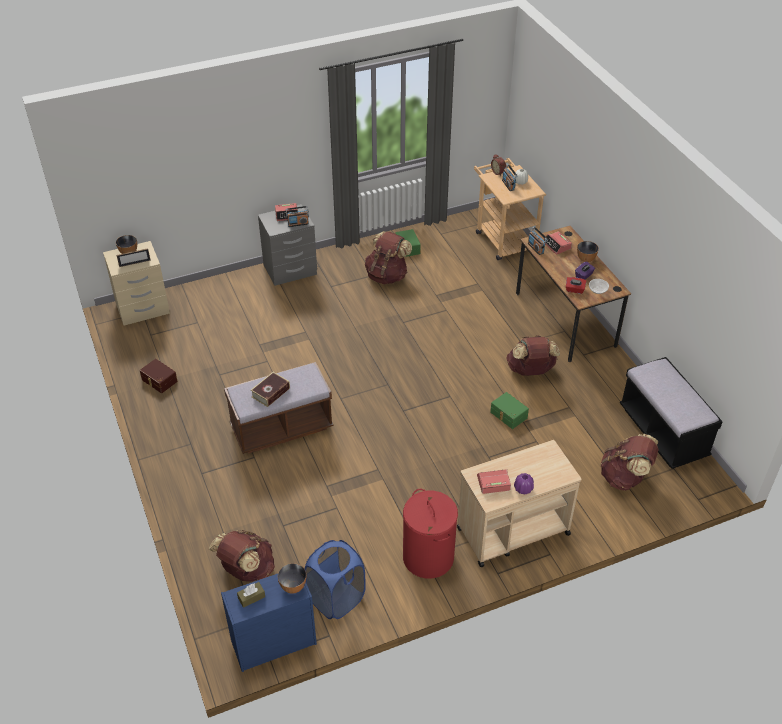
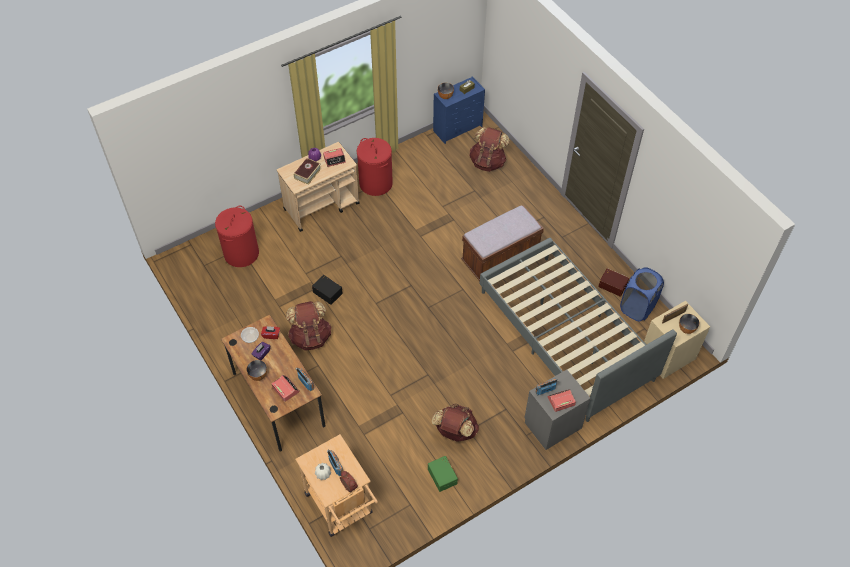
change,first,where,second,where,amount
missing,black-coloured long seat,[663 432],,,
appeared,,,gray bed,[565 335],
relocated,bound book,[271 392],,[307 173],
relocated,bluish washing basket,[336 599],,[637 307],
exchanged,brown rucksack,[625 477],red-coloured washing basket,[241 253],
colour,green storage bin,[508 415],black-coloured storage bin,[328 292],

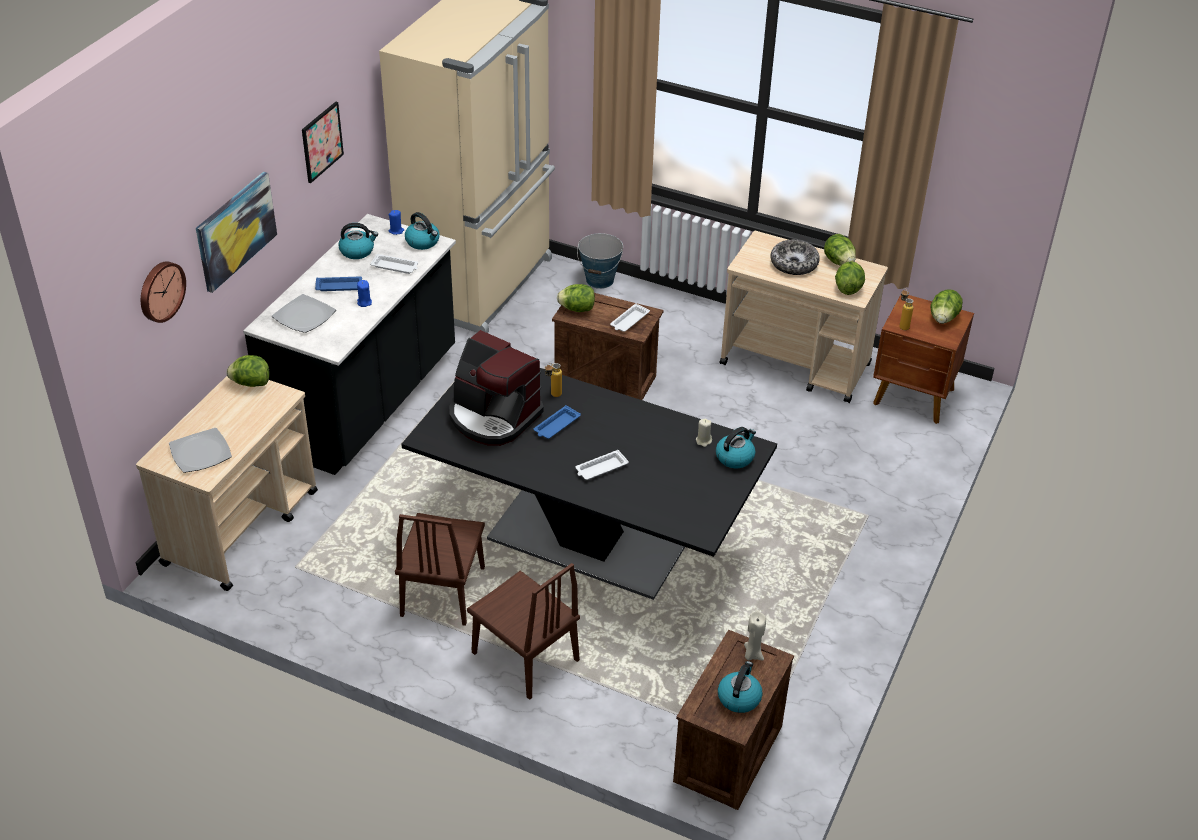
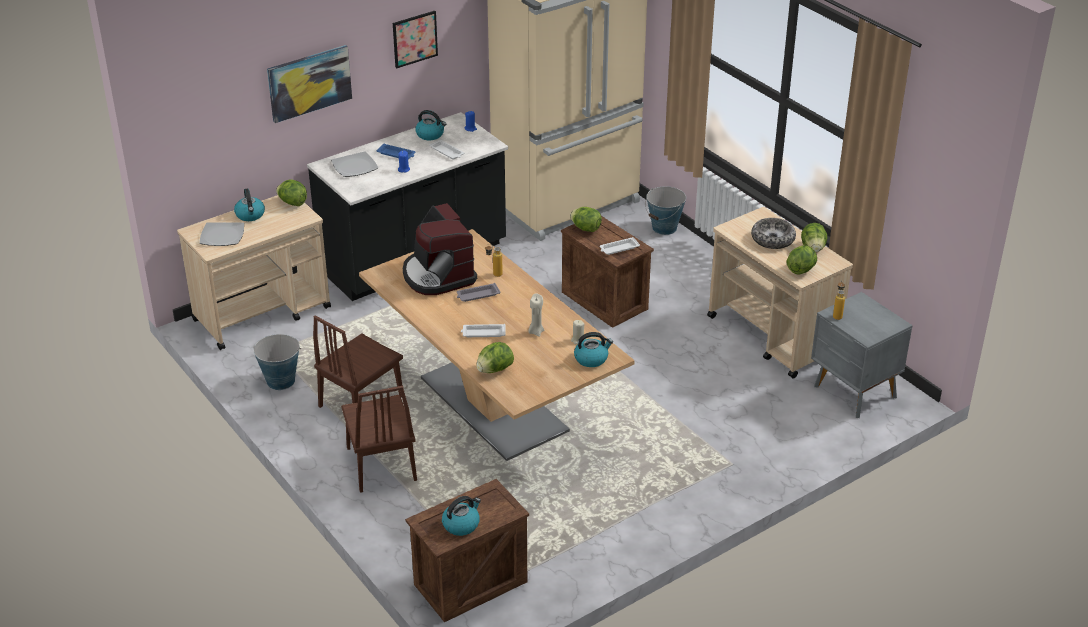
change,first,where,second,where,amount
missing,hanging clock,[160 291],,,
appeared,,,bucket,[280 381],
relocated,water kettle,[423 242],,[250 215],
relocated,sand-coloured wax candle,[752 654],,[536 332],
relocated,lettuce,[943 318],,[494 370],
colour,black-coloured kitchen table,[588 541],sand-coloured kitchen table,[493 405],
colour,bluish carrying tray,[556 426],gray carrying tray,[477 295],
colour,brown nightstand,[914 398],gray nightstand,[854 392],

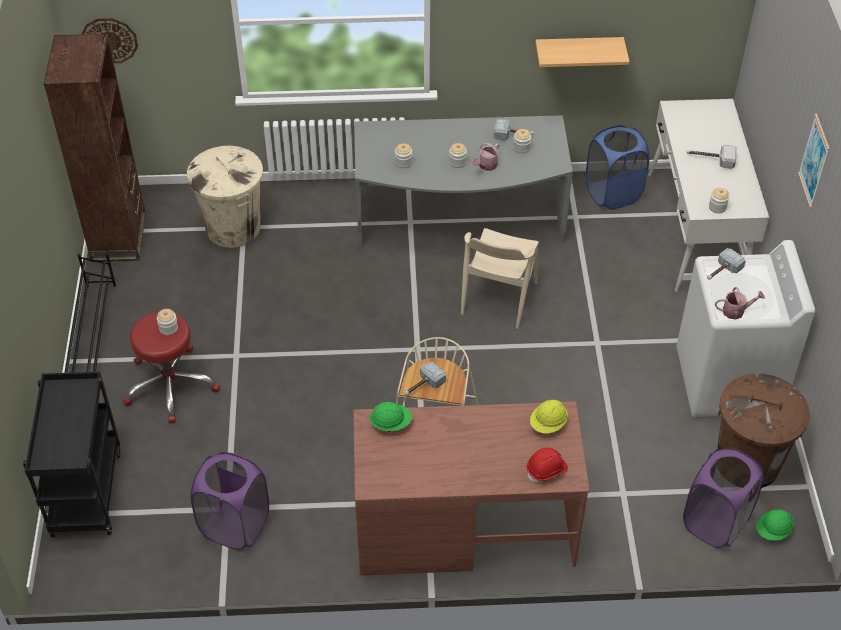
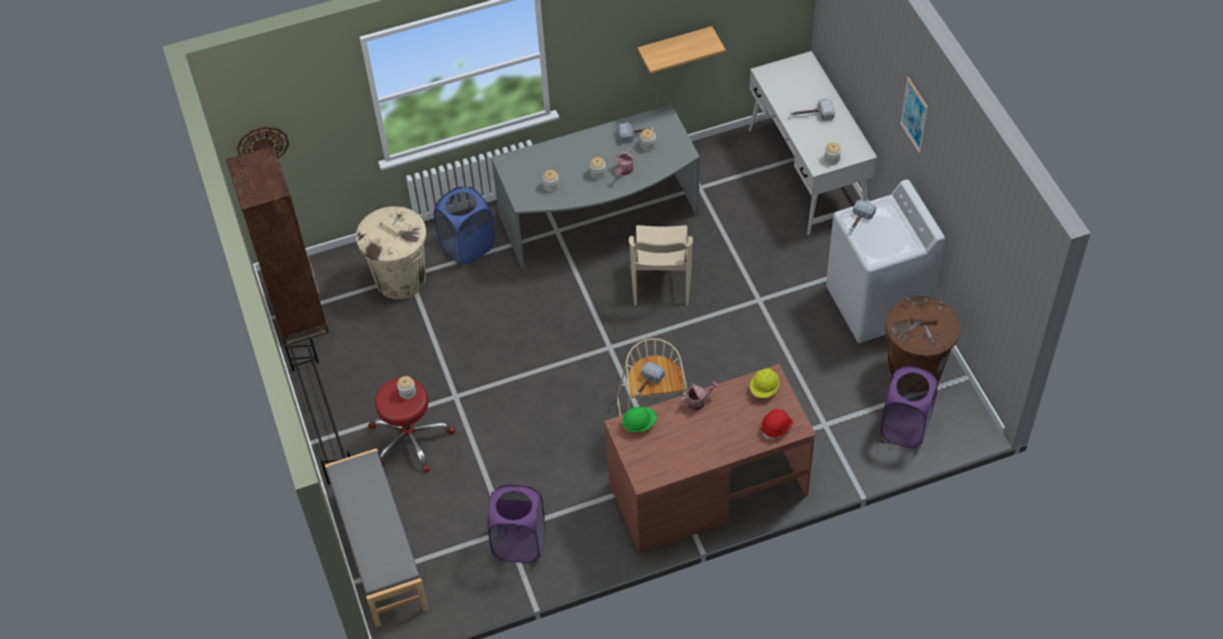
change,first,where,second,where,amount
missing,green work helmet,[773 531],,,
relocated,bluish washing basket,[613 194],,[467 246],
relocated,watering can,[736 311],,[698 401],
exchanged,black-coloured wheeled cart,[85 491],gray long seat,[379 551],

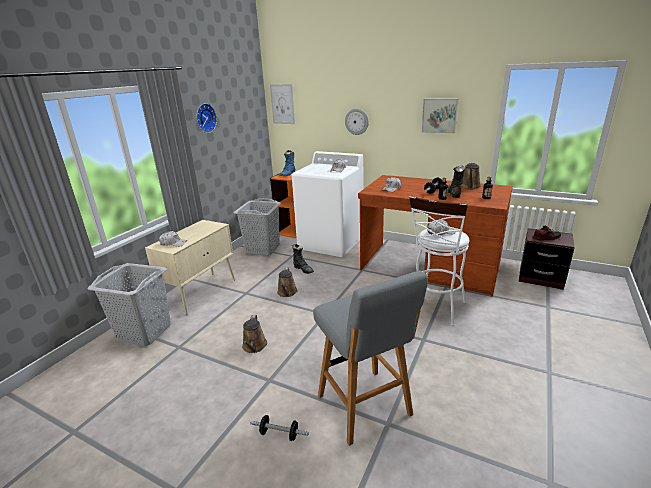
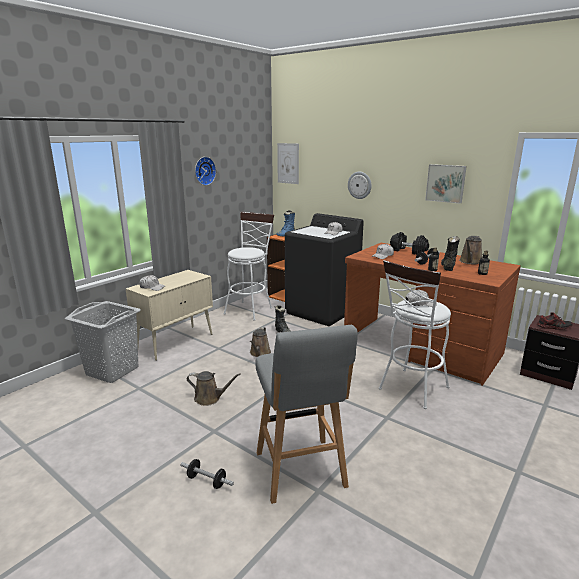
change,first,where,second,where,amount
appeared,,,black-coloured hand weight,[408 251],
exchanged,gray washing basket,[263 249],whitish stool,[250 309],
colour,whitish washing machine,[331 243],black-coloured washing machine,[322 311],
spun,brown watering can,[254 346],,[210 398],90 degrees counterclockwise

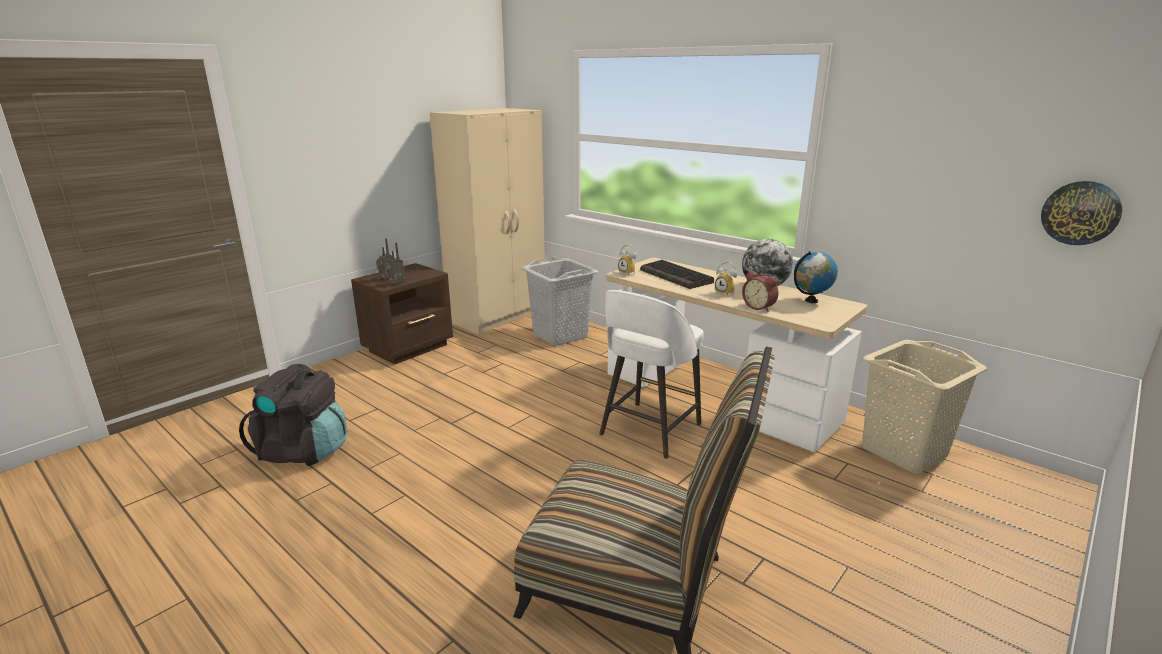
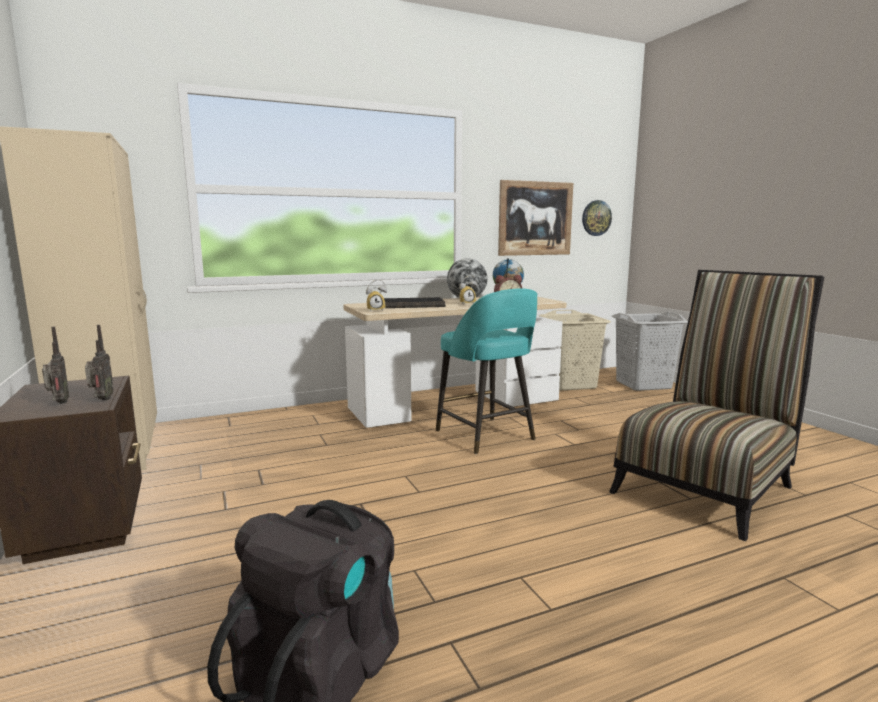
change,first,where,second,where,amount
appeared,,,wall picture,[535 218],
relocated,gray washing basket,[560 335],,[644 385],
colour,whitish stool,[648 431],blue-green stool,[486 436],

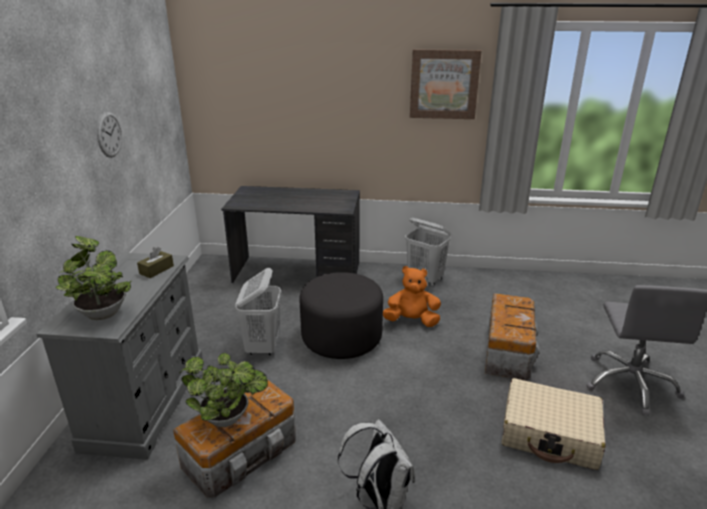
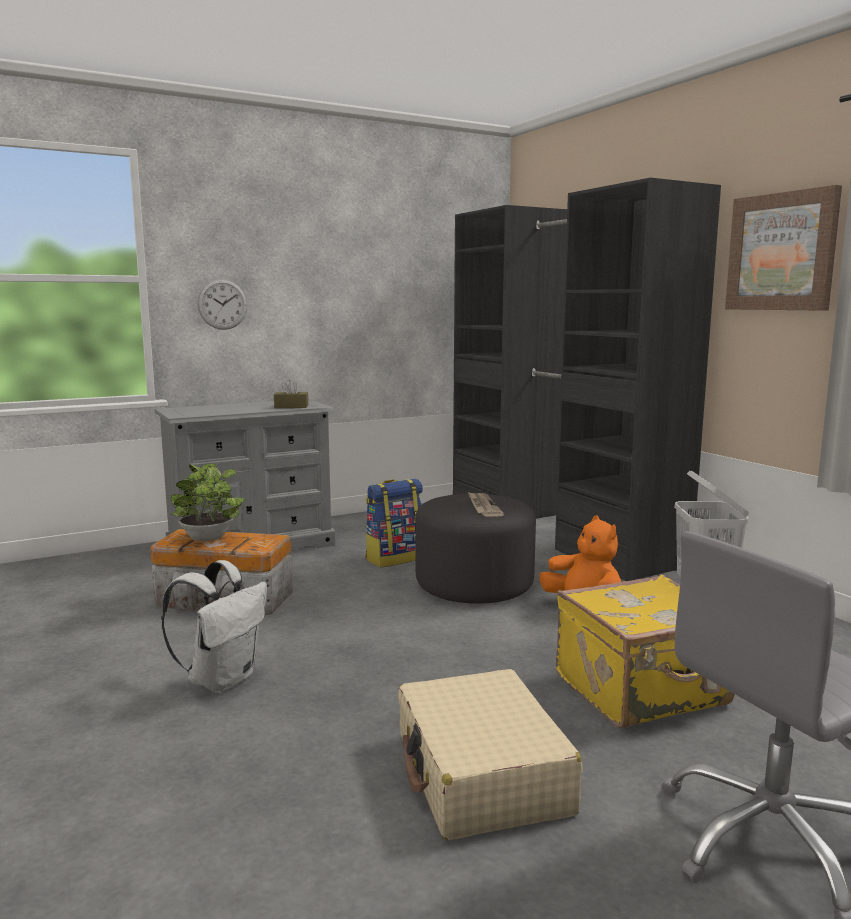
change,first,where,second,where,amount
missing,houseplant,[102 312],,,
appeared,,,printed paper,[483 506],
relocated,hanging clock,[109 134],,[222 304],
exchanged,gray desk unit,[297 273],black-coloured armoire,[557 531],
exchanged,whitish washing basket,[263 346],rucksack,[395 558],
exchanged,storage bin,[508 350],yellowish suitcase,[643 691],

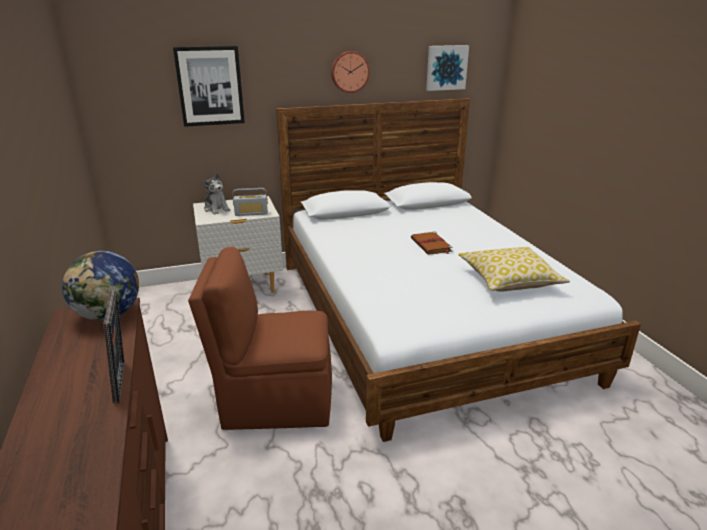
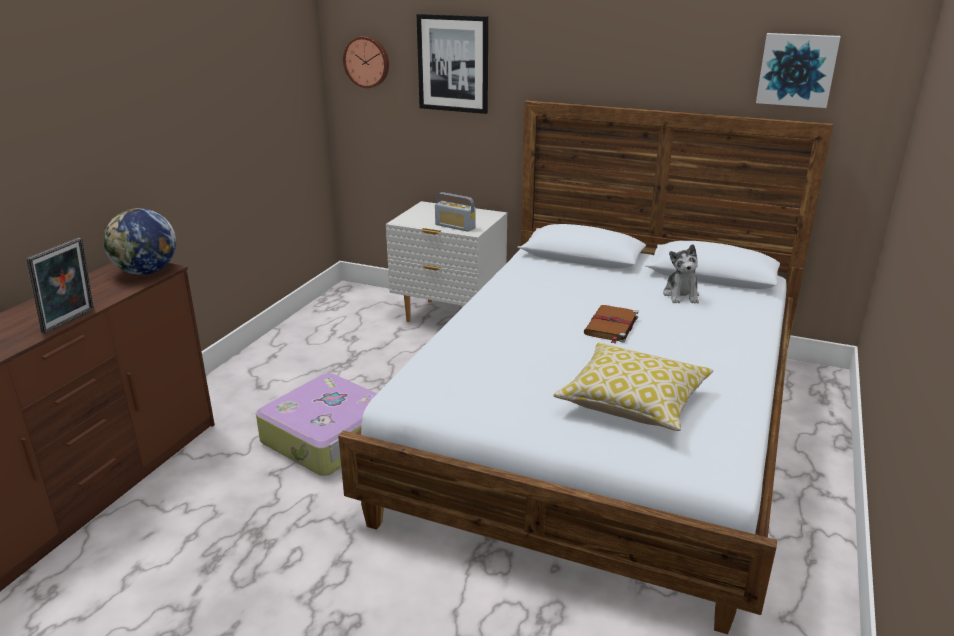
change,first,where,second,where,amount
relocated,plush toy,[216 209],,[681 295],
relocated,hanging clock,[349 71],,[367 62],
exchanged,brown chair,[274 401],suitcase,[330 437],

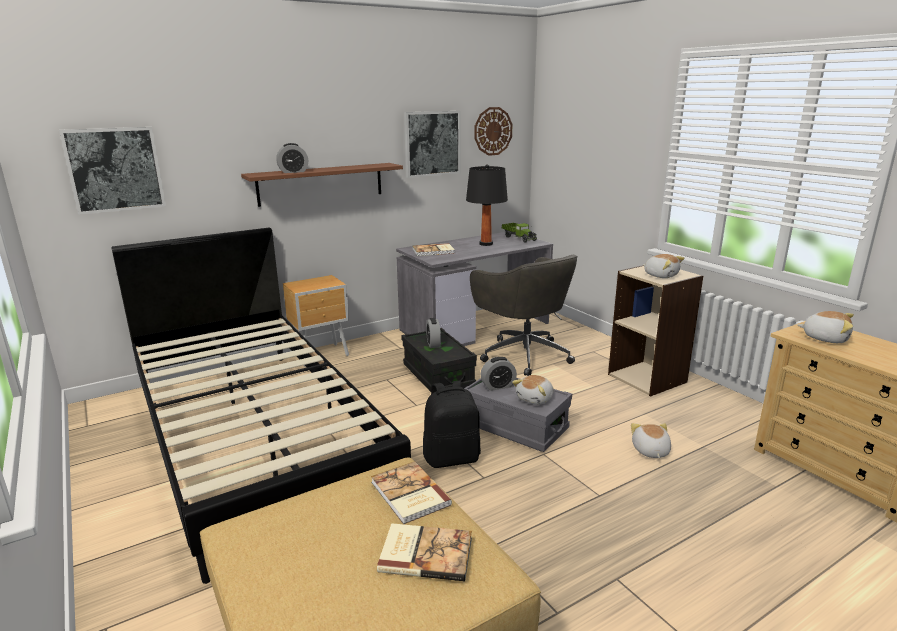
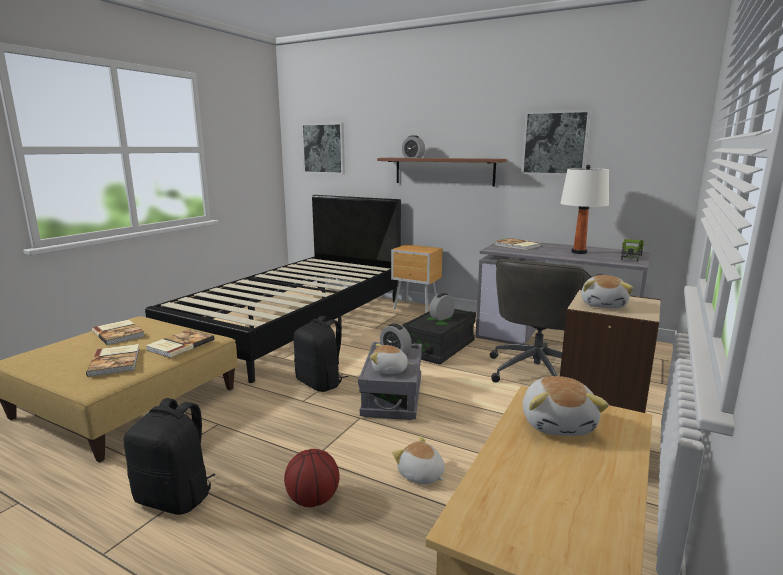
change,first,where,second,where,amount
missing,hanging clock,[493 131],,,
appeared,,,bound book,[119 333],
appeared,,,black-coloured rucksack,[176 497],
appeared,,,basketball,[313 500],
colour,black-coloured tabletop lamp,[486 244],whitish tabletop lamp,[579 252],
spun,plush toy,[650 451],,[420 475],105 degrees counterclockwise

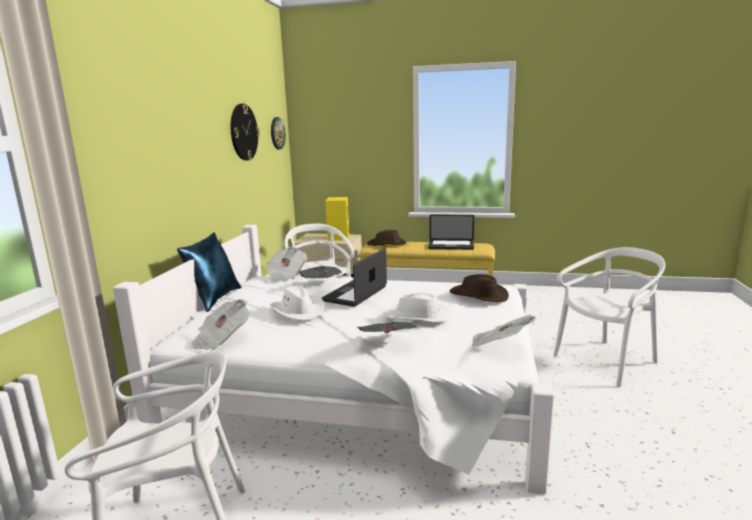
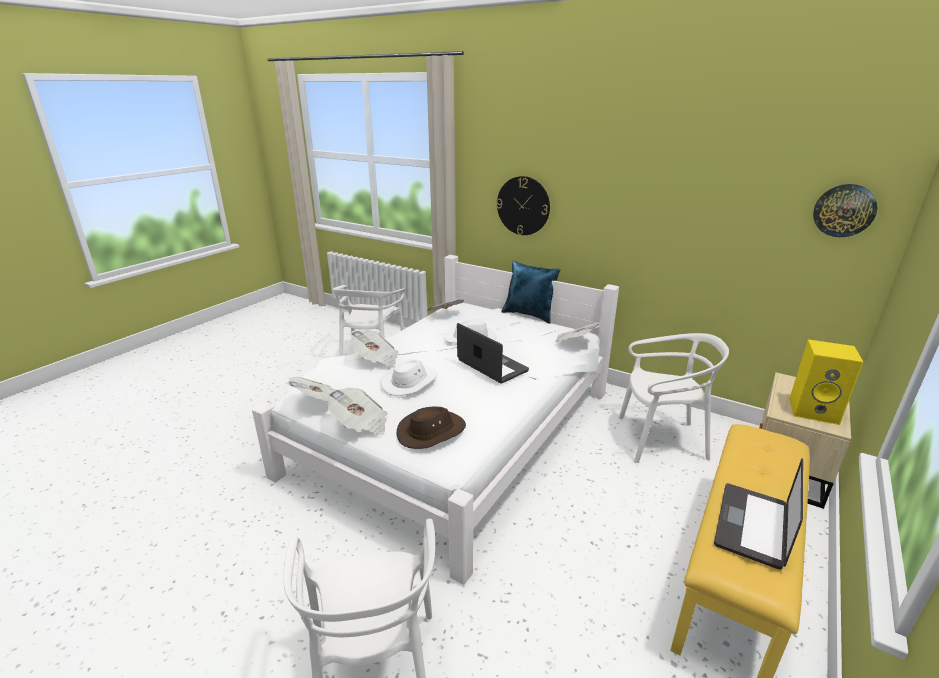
change,first,where,second,where,amount
missing,brown clothing hat,[387 244],,,
relocated,hanging clock,[243 132],,[523 206],
relocated,printed paper,[321 284],,[360 424],

